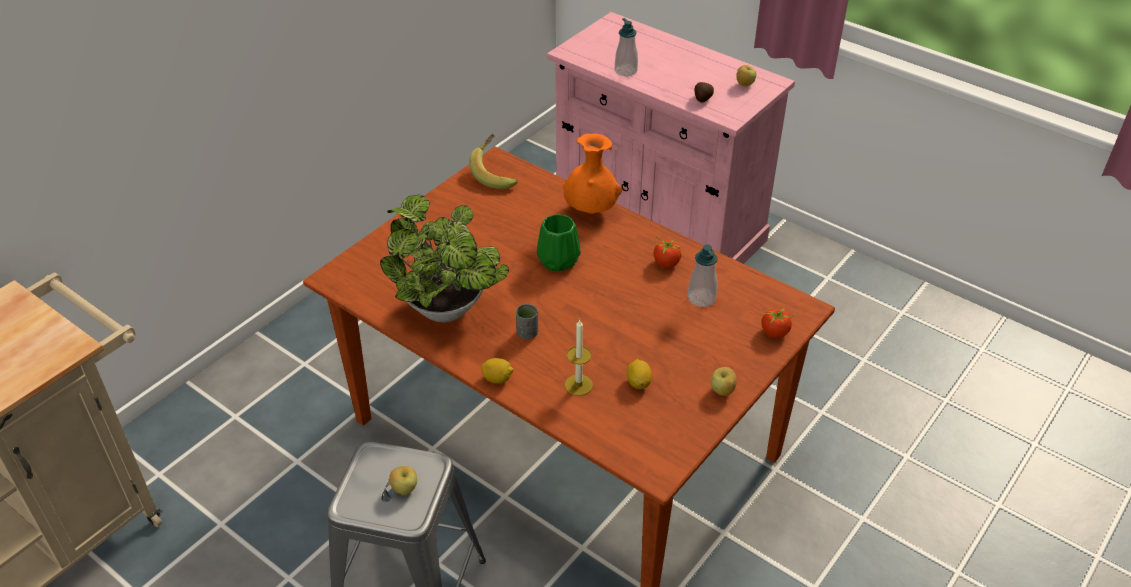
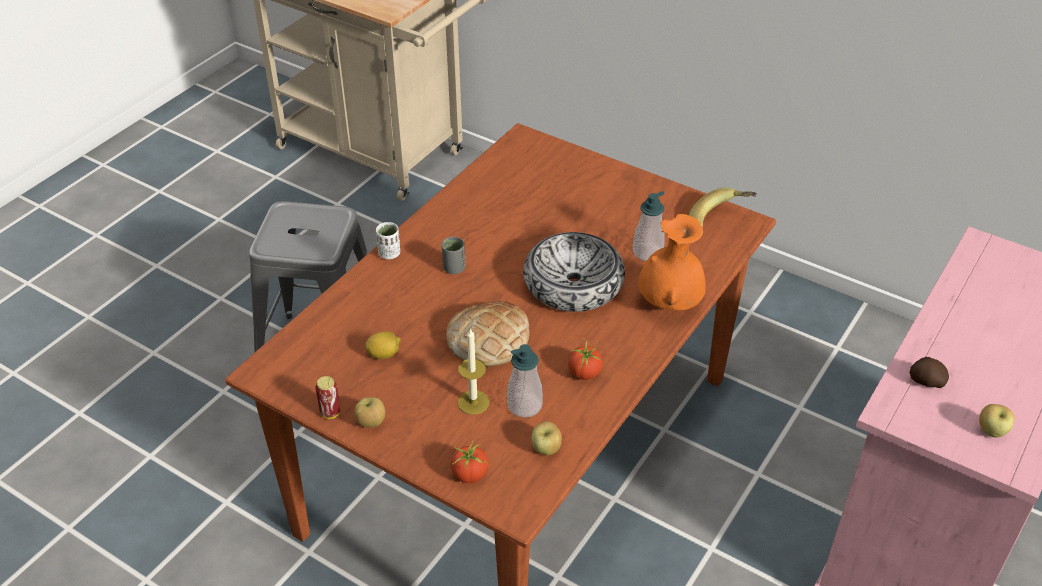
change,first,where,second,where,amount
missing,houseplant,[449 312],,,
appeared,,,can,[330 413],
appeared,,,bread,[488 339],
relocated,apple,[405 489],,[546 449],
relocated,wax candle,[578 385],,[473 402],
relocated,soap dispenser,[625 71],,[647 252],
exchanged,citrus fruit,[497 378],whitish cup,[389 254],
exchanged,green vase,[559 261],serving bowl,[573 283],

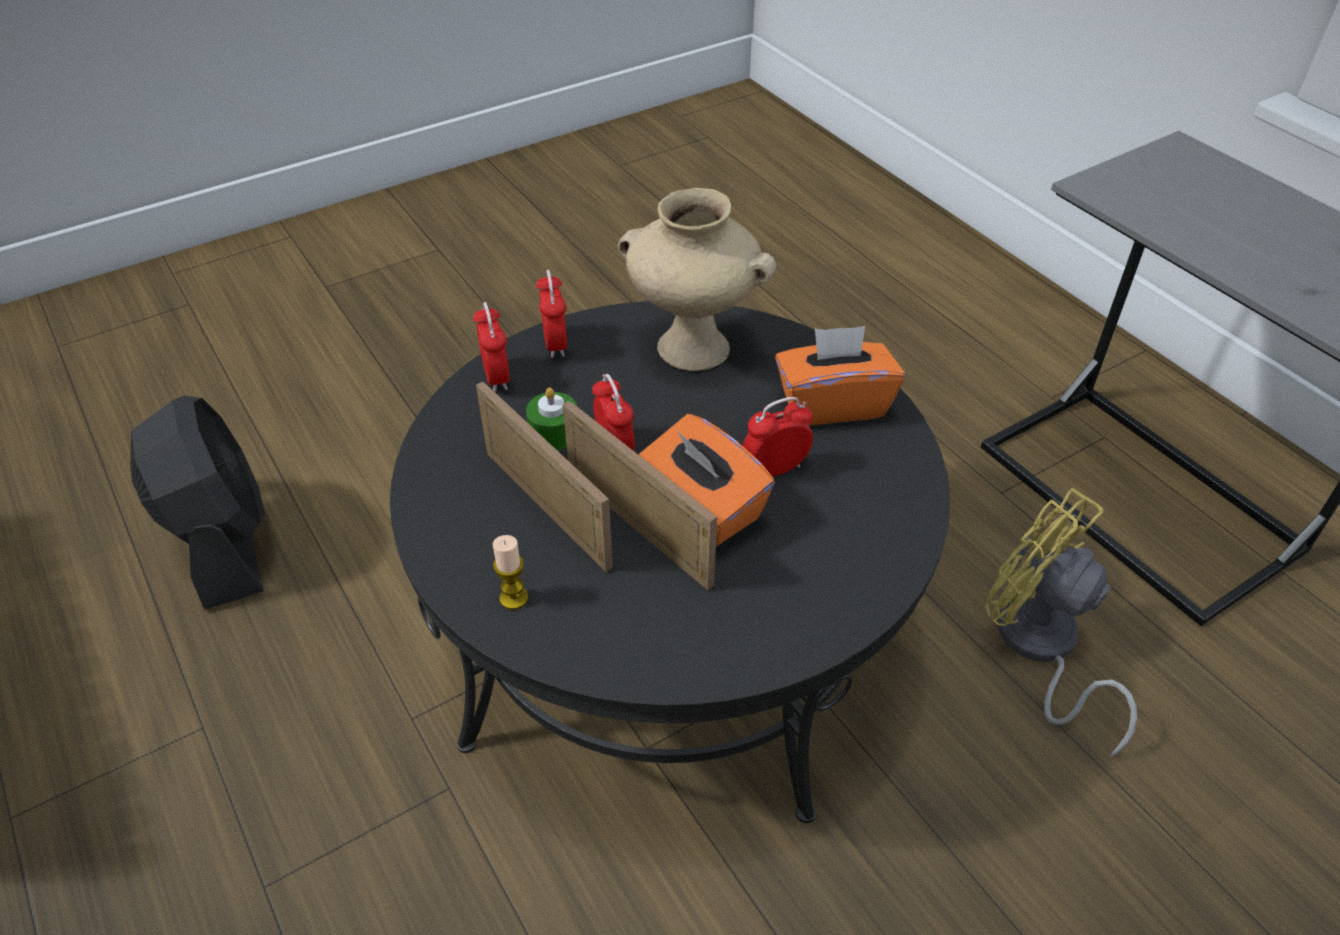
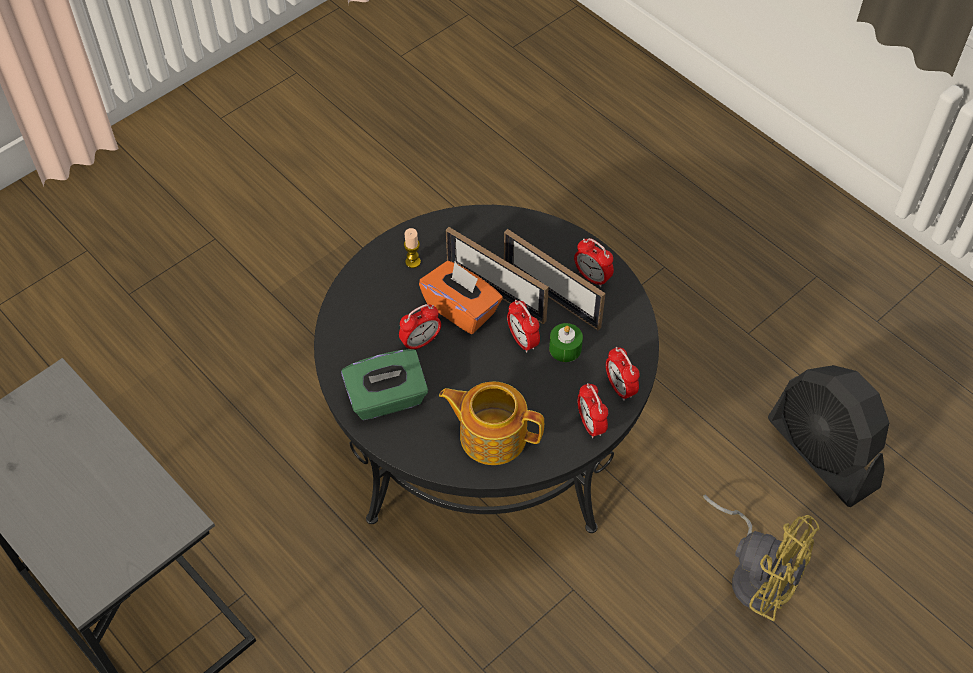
change,first,where,second,where,amount
appeared,,,alarm clock,[592 277],
relocated,wax candle,[514 598],,[413 262],
relocated,yellowish cooling fan,[1039 648],,[756 573],
exchanged,sand-coloured vase,[691 349],tea pot,[492 435],
colour,orange-coloured tissue box,[832 404],green tissue box,[387 399],

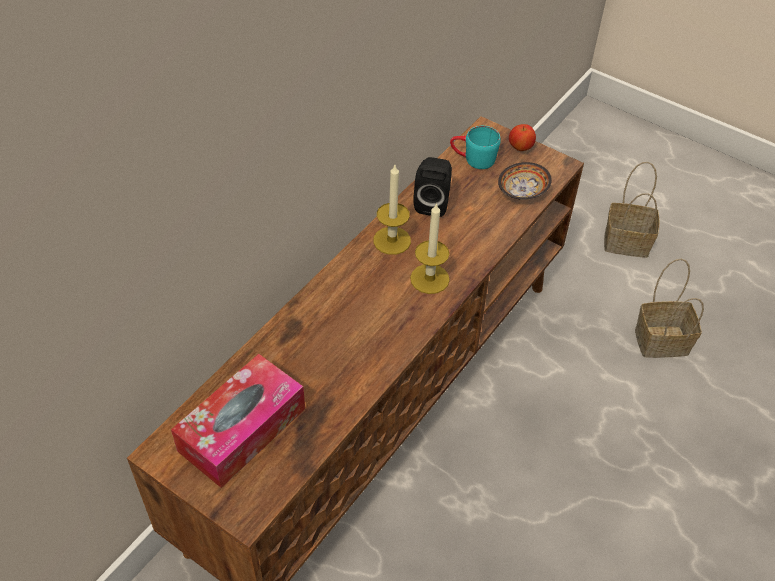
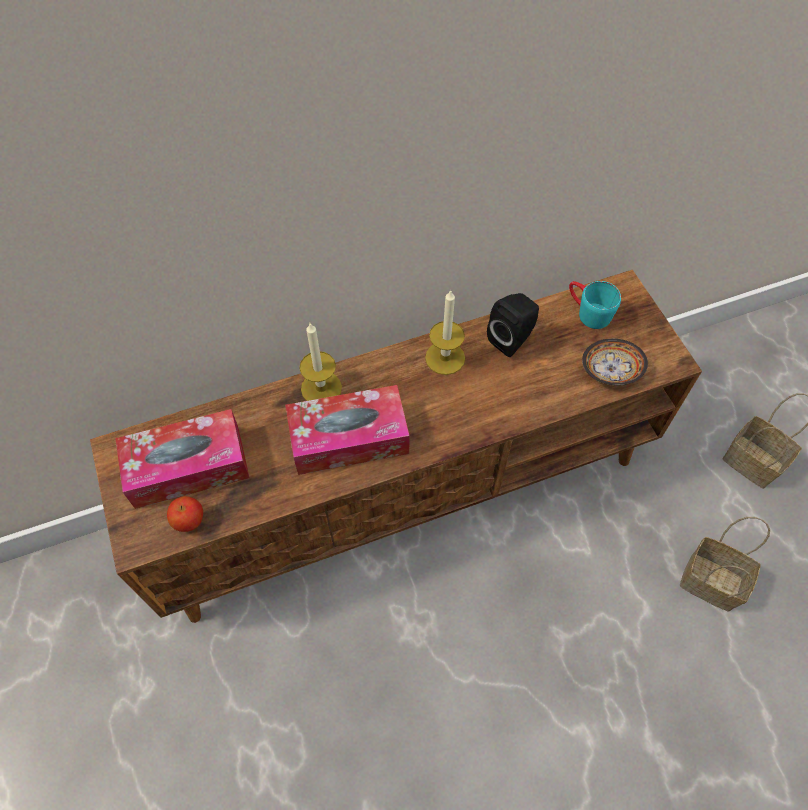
change,first,where,second,where,amount
appeared,,,tissue box,[349 438],
relocated,wax candle,[429 279],,[321 388],
relocated,apple,[520 148],,[189 520],

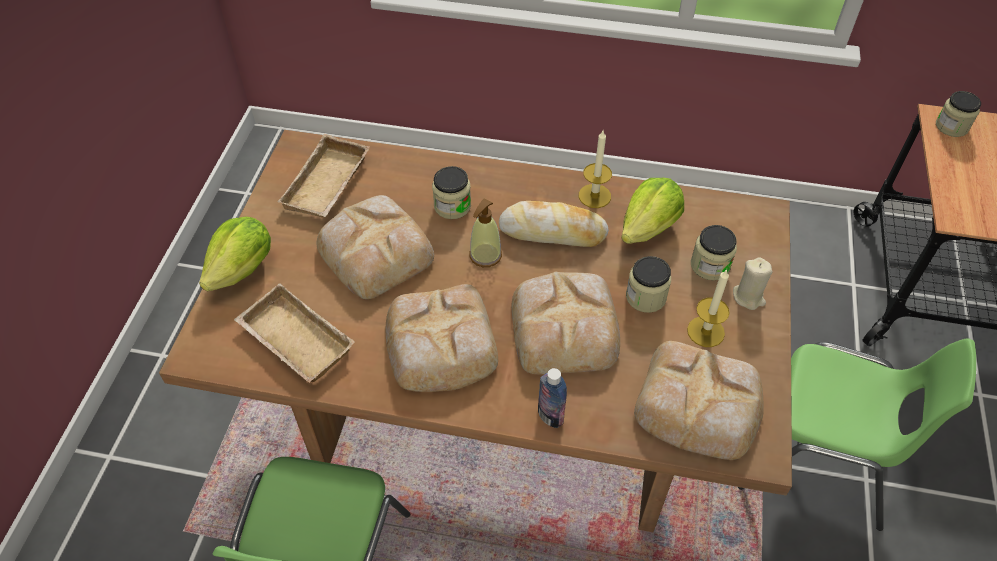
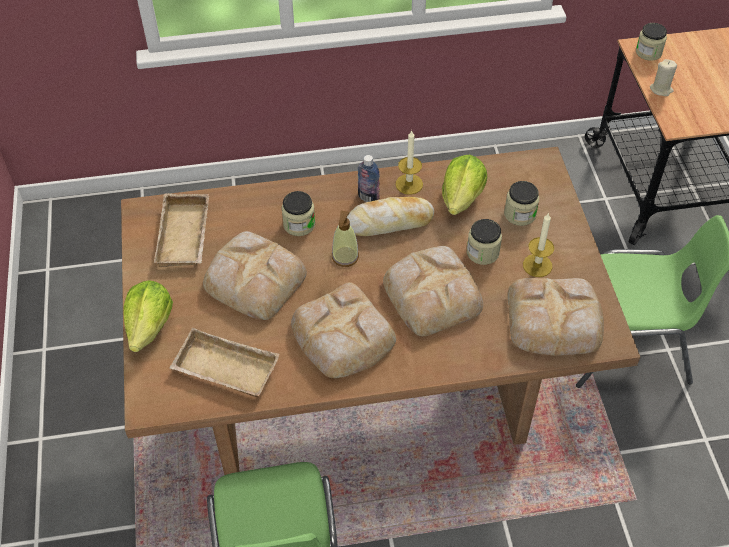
change,first,where,second,where,amount
relocated,drink bottle,[550 416],,[368 197],
relocated,sand-coloured wax candle,[748 297],,[661 89],

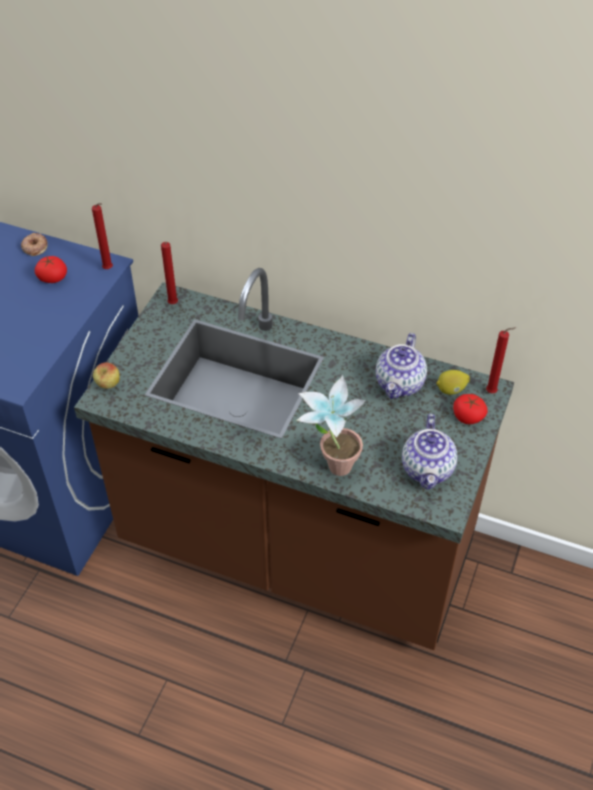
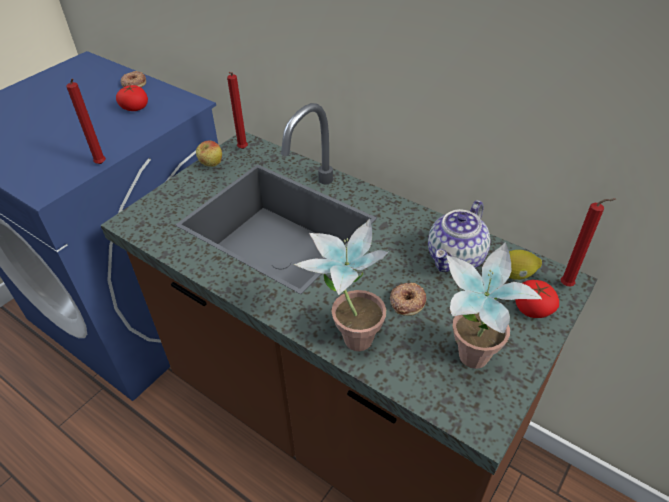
change,first,where,second,where,amount
appeared,,,ring doughnut,[407 301],
relocated,red-coloured wax candle,[109 270],,[101 165],
relocated,apple,[108 385],,[211 165],
exchanged,tea pot,[428 470],houseplant,[468 365],

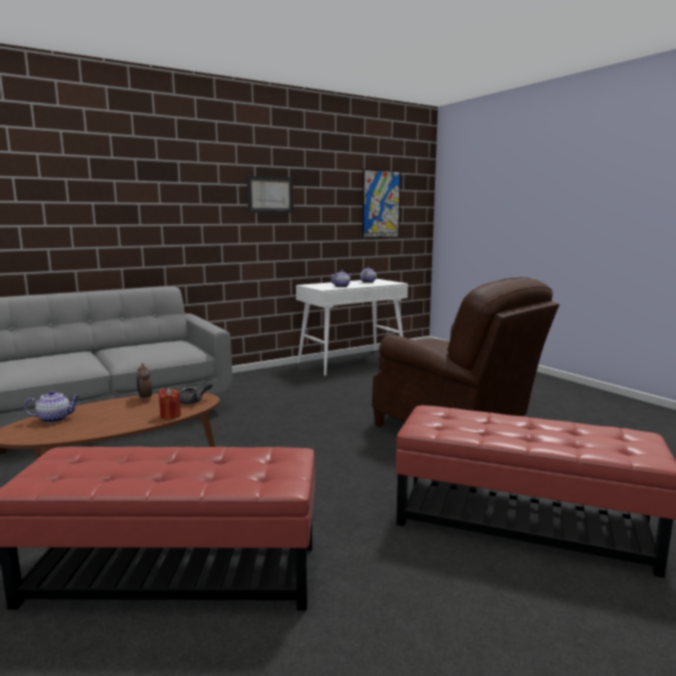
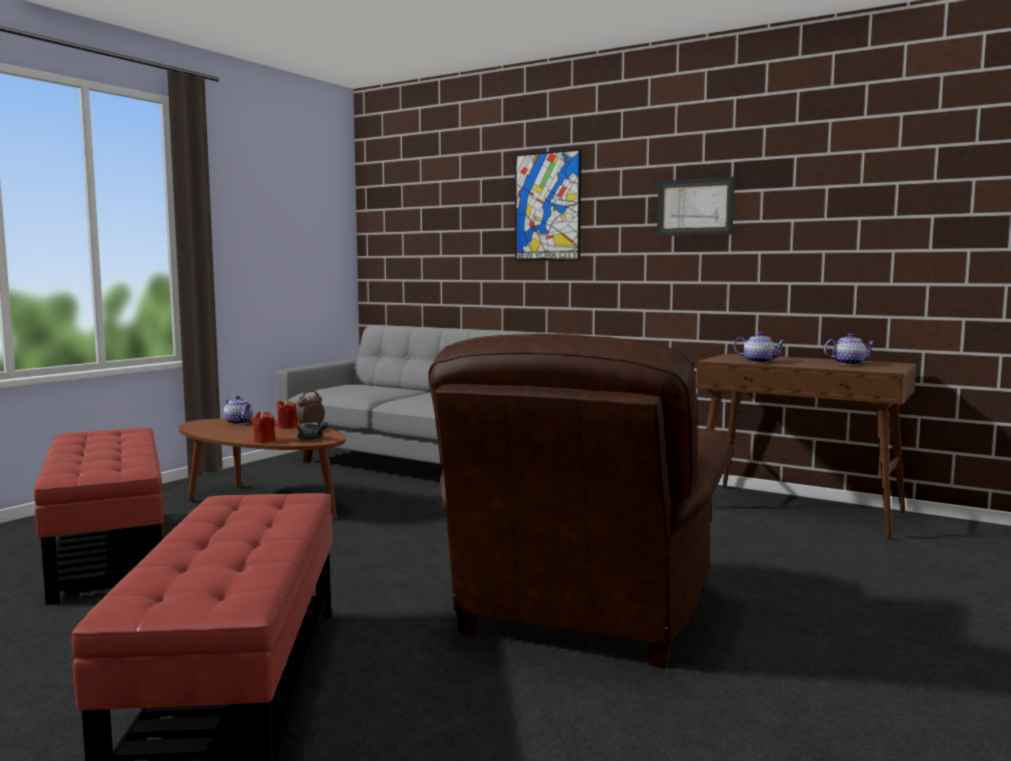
change,first,where,second,where,amount
appeared,,,red-coloured wax candle,[287 426],
relocated,wall picture,[381 204],,[547 207],
colour,whitish console table,[352 362],brown console table,[799 510],

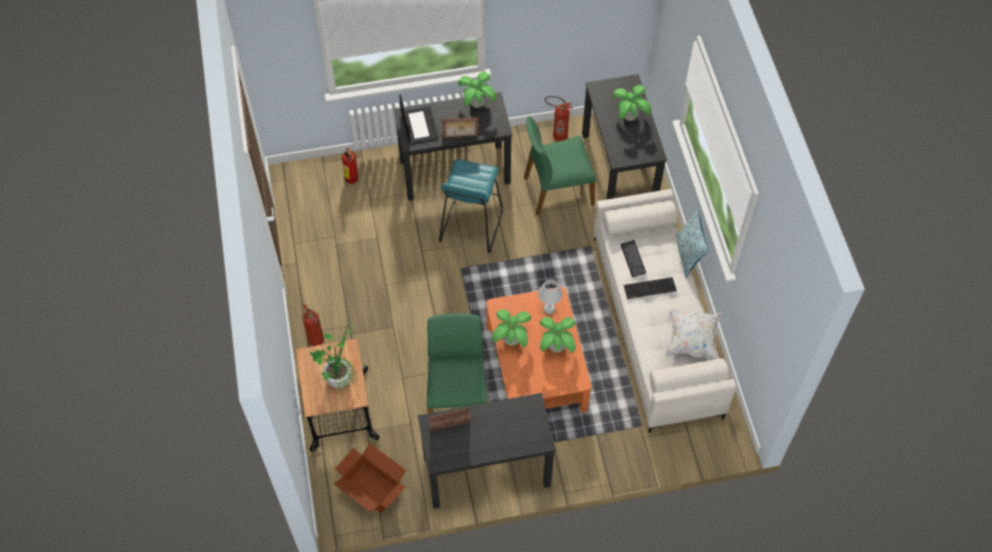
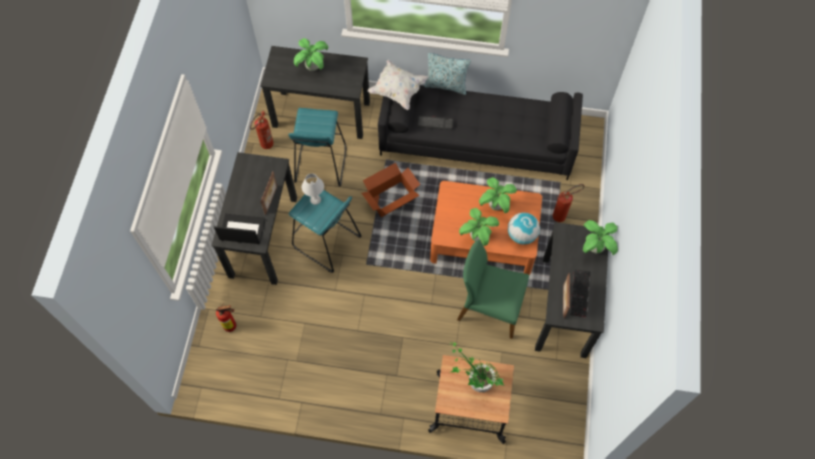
change,first,where,second,where,amount
appeared,,,world globe,[521 235],
relocated,fire-fighting cylinder,[318 342],,[562 215],
relocated,carton,[372 489],,[391 199],
relocated,houseplant,[477 104],,[595 248],
relocated,whitish tabletop lamp,[549 308],,[315 200],
relocated,PC keyboard,[649 289],,[580 294],
relocated,whitish throw pillow,[692 340],,[397 90],
exchanged,green chair,[557 190],blue-green stool,[320 164],
colour,whitish couch,[657 326],black-coloured couch,[477 141],

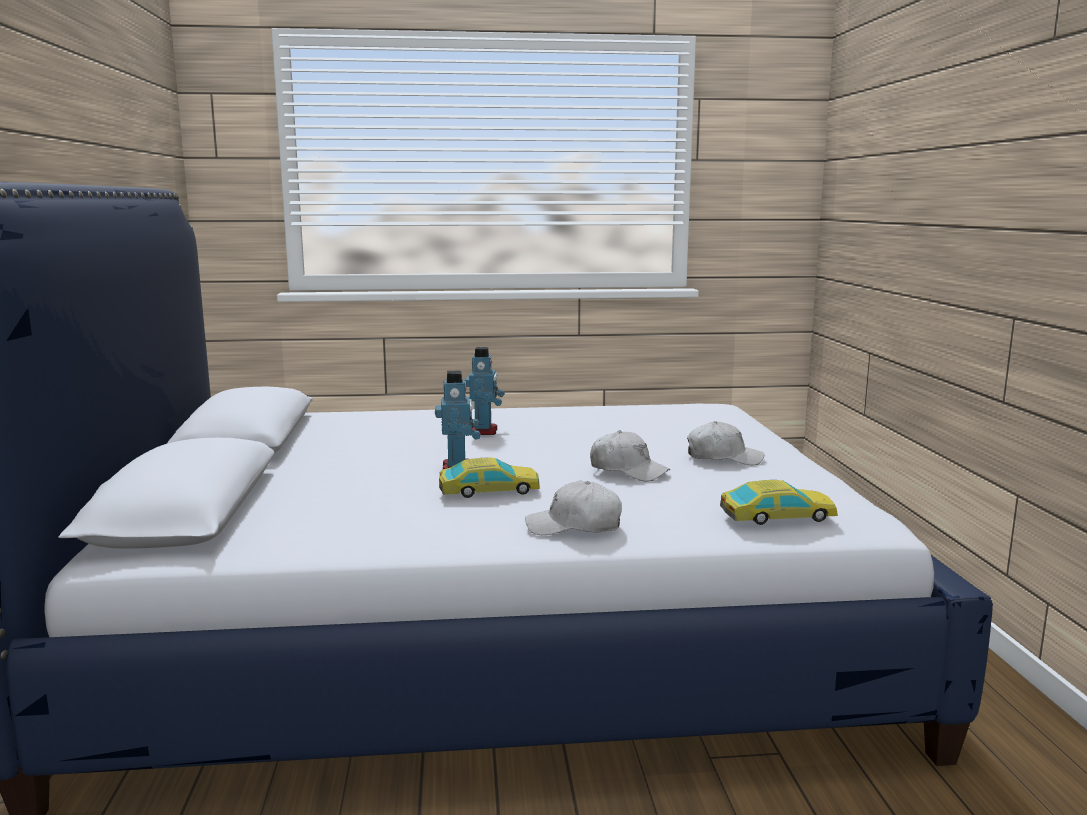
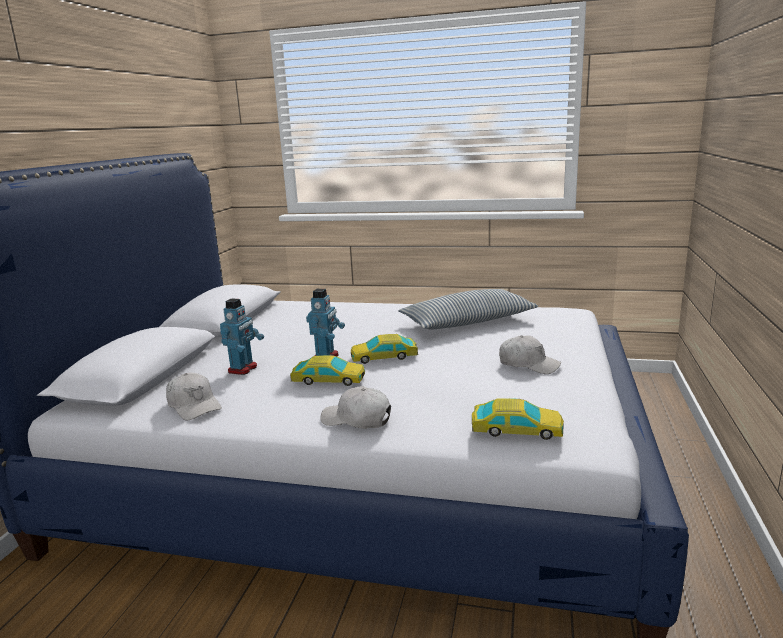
change,first,where,second,where,amount
appeared,,,miniature car,[384 356],
appeared,,,throw pillow,[467 322],
relocated,robot figure,[484 431],,[243 369],
relocated,whitish peaked cap,[628 470],,[194 405],

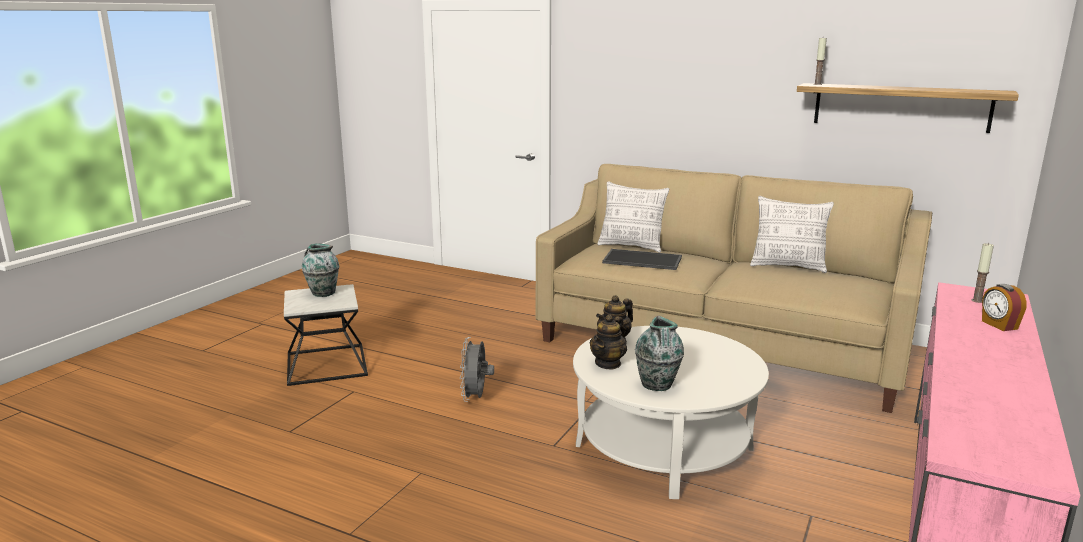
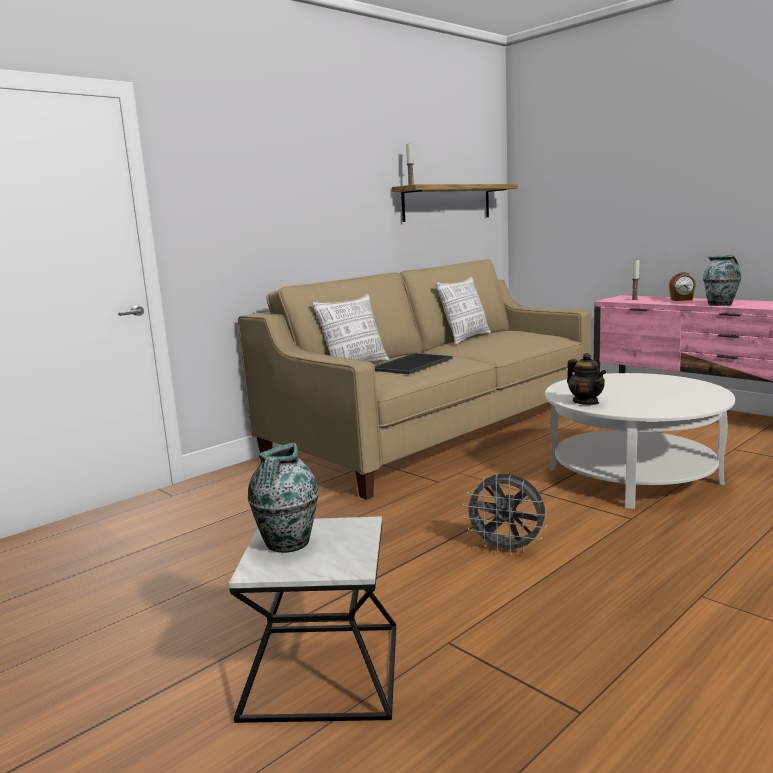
change,first,where,second,where,amount
missing,tea pot,[608 363],,,
relocated,vase,[657 385],,[720 304],

